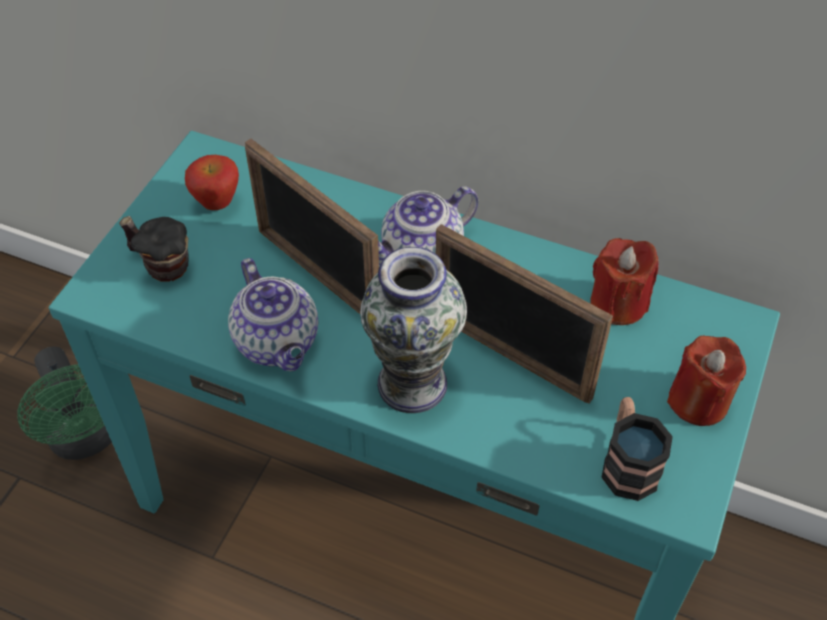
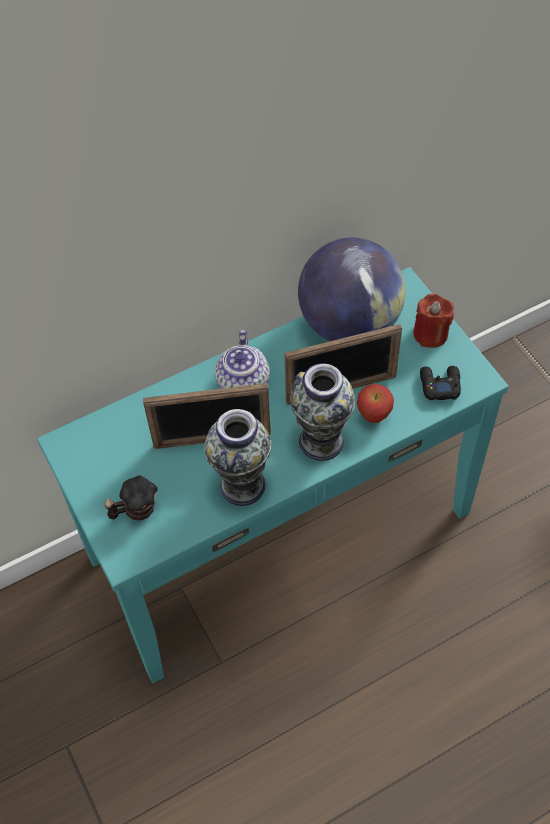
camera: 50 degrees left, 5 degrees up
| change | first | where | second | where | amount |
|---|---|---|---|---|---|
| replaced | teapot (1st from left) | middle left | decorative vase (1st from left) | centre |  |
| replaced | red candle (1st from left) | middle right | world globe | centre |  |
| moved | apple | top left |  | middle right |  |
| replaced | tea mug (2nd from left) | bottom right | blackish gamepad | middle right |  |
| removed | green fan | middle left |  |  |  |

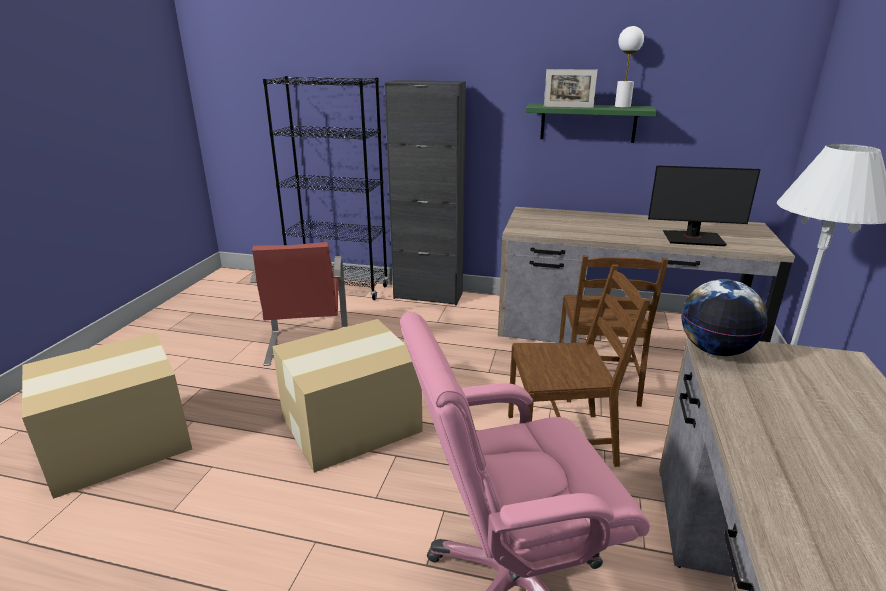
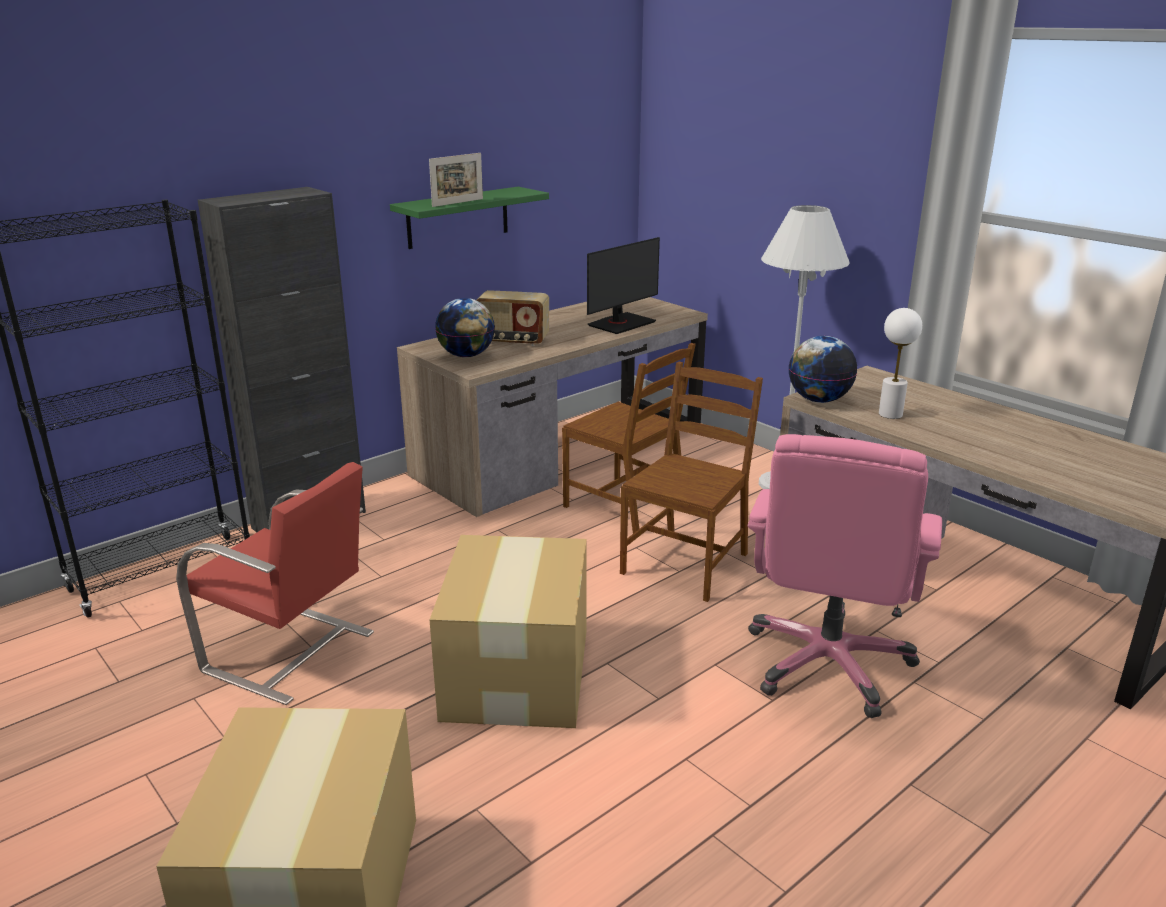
camera: 55 degrees left, 0 degrees up
| change | first | where | second | where | amount |
|---|---|---|---|---|---|
| added |  |  | world globe (1st from left) | centre |  |
| added |  |  | radio | centre |  |
| moved | whitish table lamp | top right |  | middle right |  |

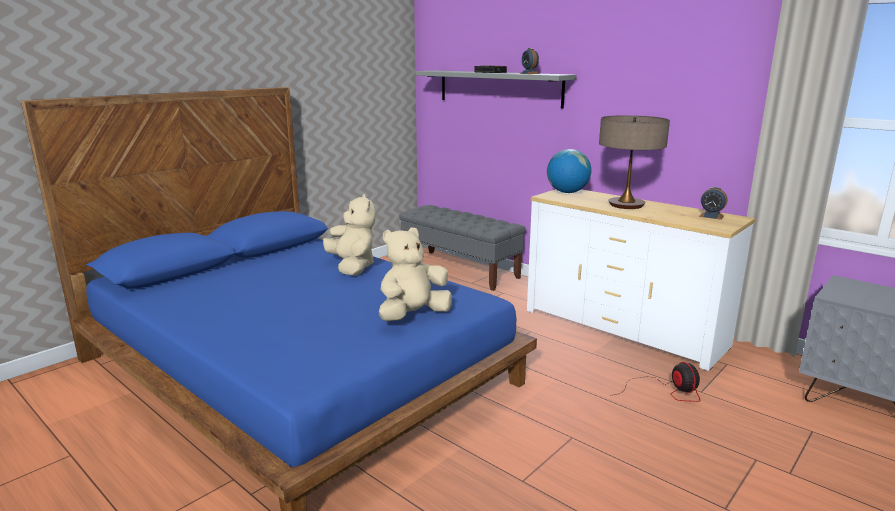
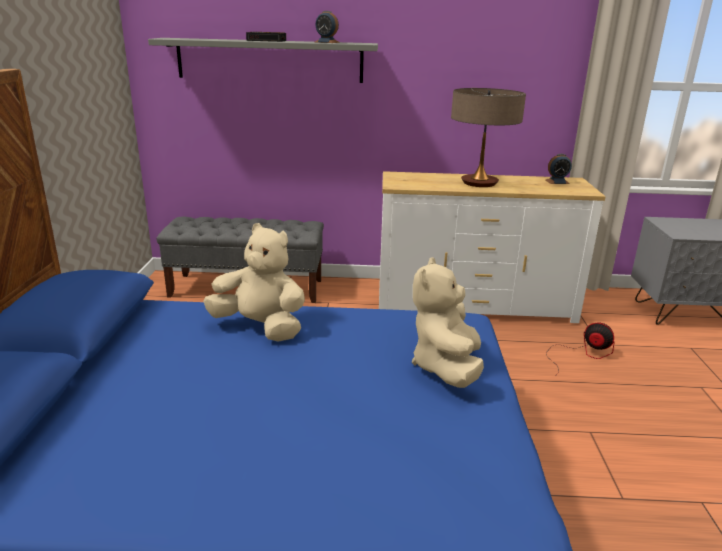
camera: 40 degrees left, 5 degrees up
| change | first | where | second | where | amount |
|---|---|---|---|---|---|
| removed | world globe | centre |  |  |  |

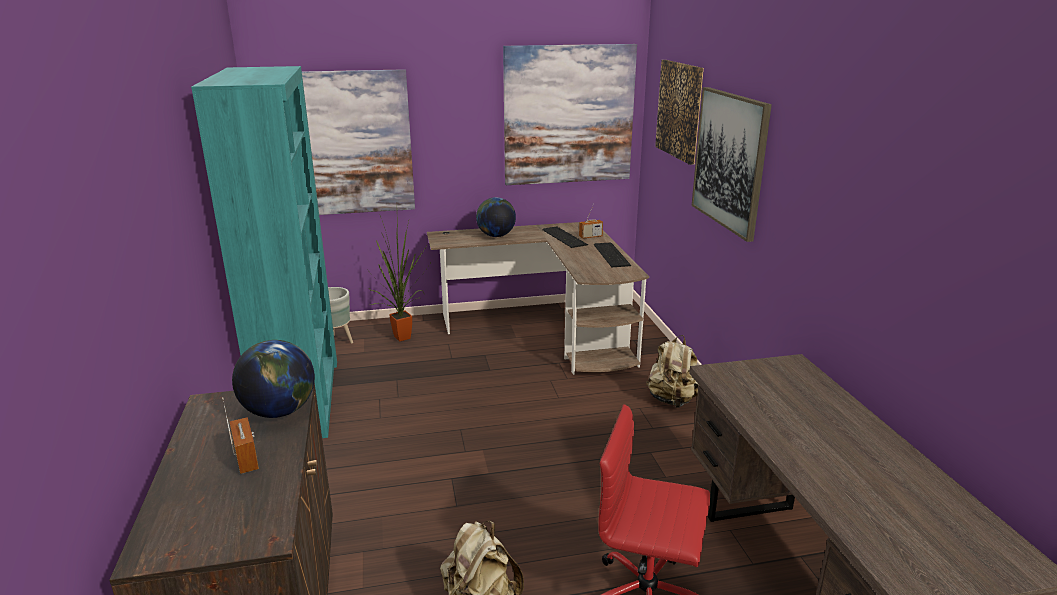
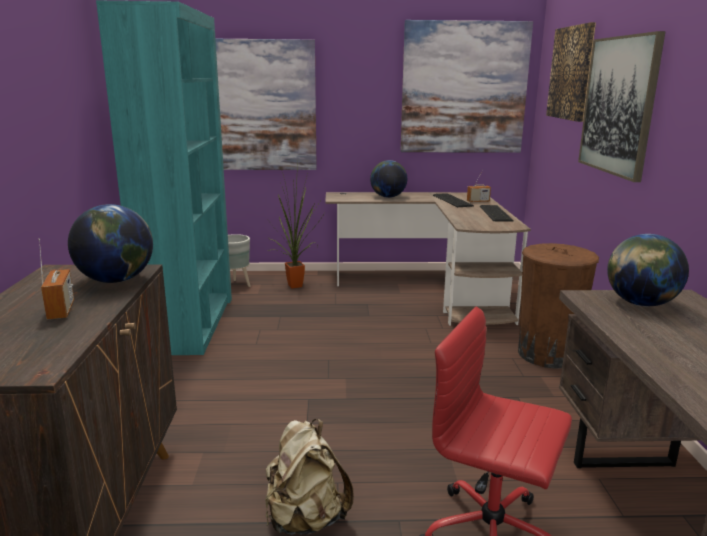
camera: 10 degrees right, 5 degrees down
| change | first | where | second | where | amount |
|---|---|---|---|---|---|
| replaced | beige backpack (2nd from left) | centre | brownish waste bin | middle right |  |
| added |  |  | world globe (3rd from left) | middle right |  |

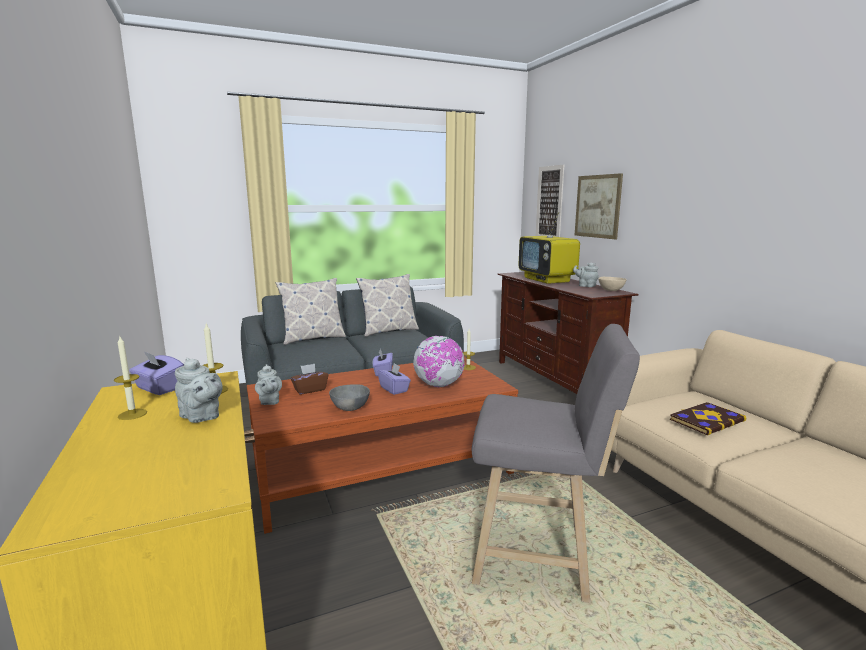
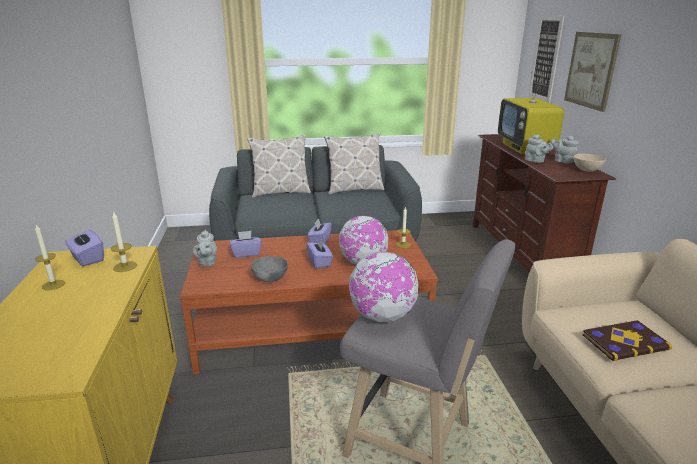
camera: 15 degrees right, 10 degrees up
| change | first | where | second | where | amount |
|---|---|---|---|---|---|
| recoloured | brownish box of tissues | centre | purple-coloured box of tissues (2nd from left) | centre |  |
| added |  |  | world globe (2nd from left) | centre |  |
| moved | greyish teapot (1st from left in the first image) | middle left | greyish teapot (2nd from left) | top right |  |

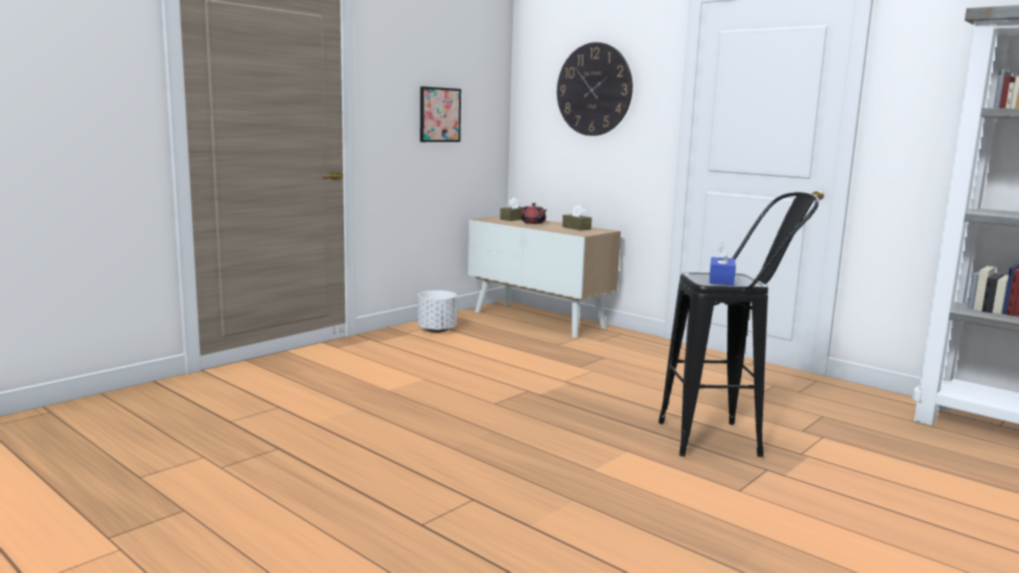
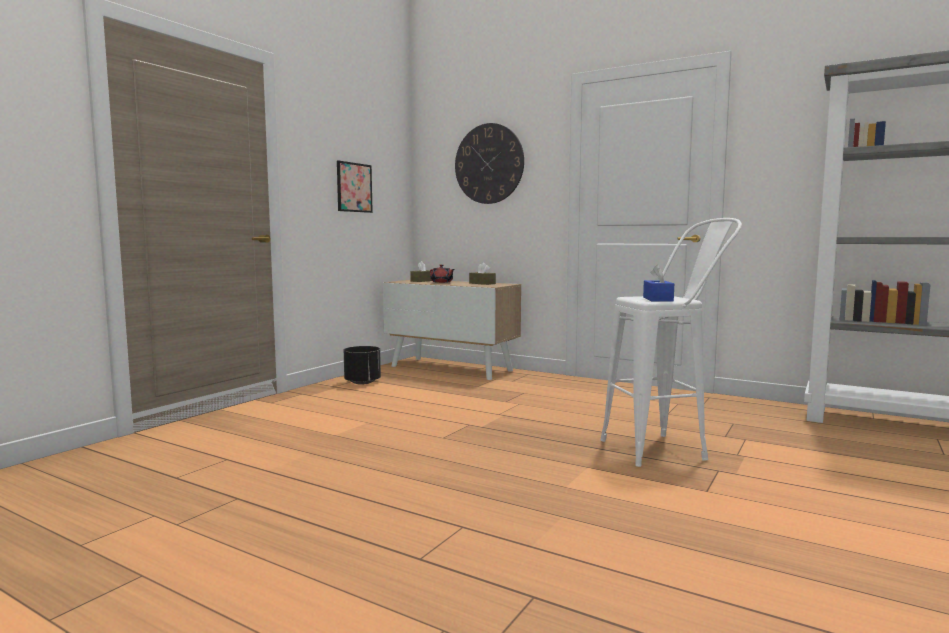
camera: 10 degrees left, 5 degrees down
| change | first | where | second | where | amount |
|---|---|---|---|---|---|
| recoloured | whitish flower pot | centre | blackish flower pot | centre |  |
| recoloured | blackish stool | middle right | whitish stool | middle right |  |

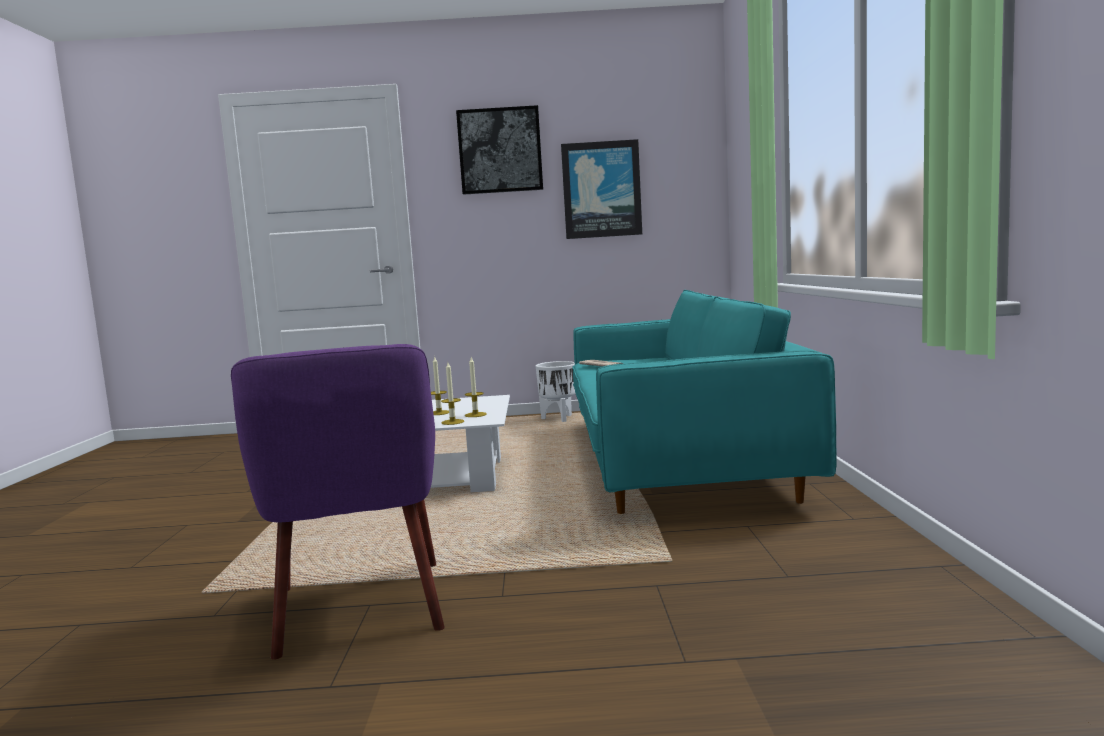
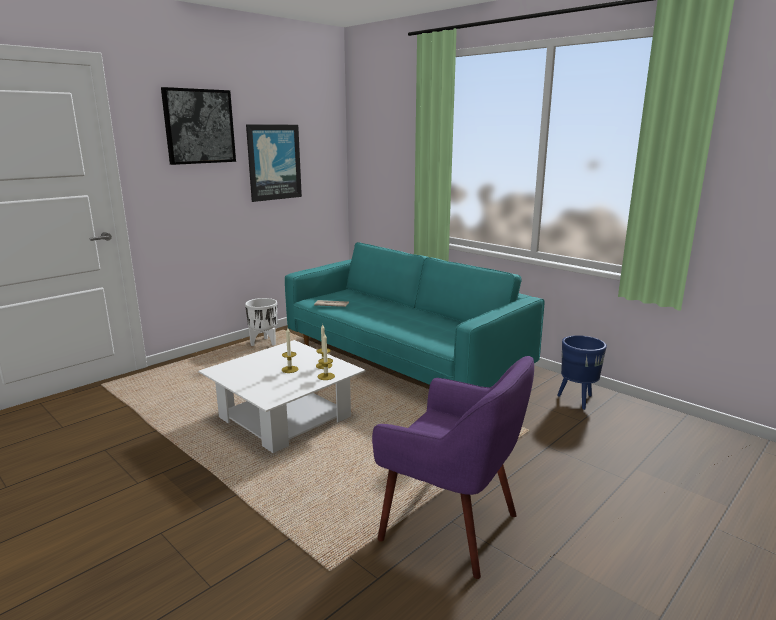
camera: 45 degrees left, 10 degrees up
| change | first | where | second | where | amount |
|---|---|---|---|---|---|
| added |  |  | blue-coloured flower pot | middle right |  |

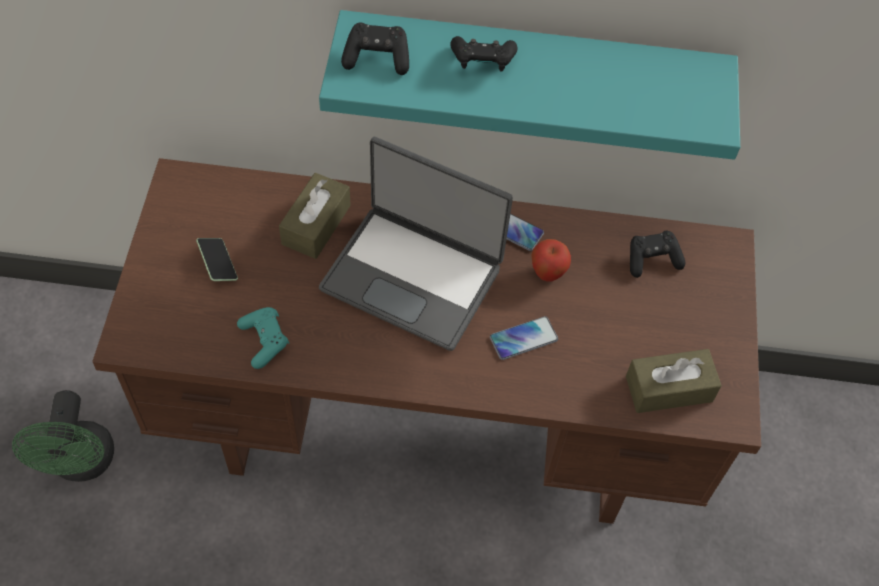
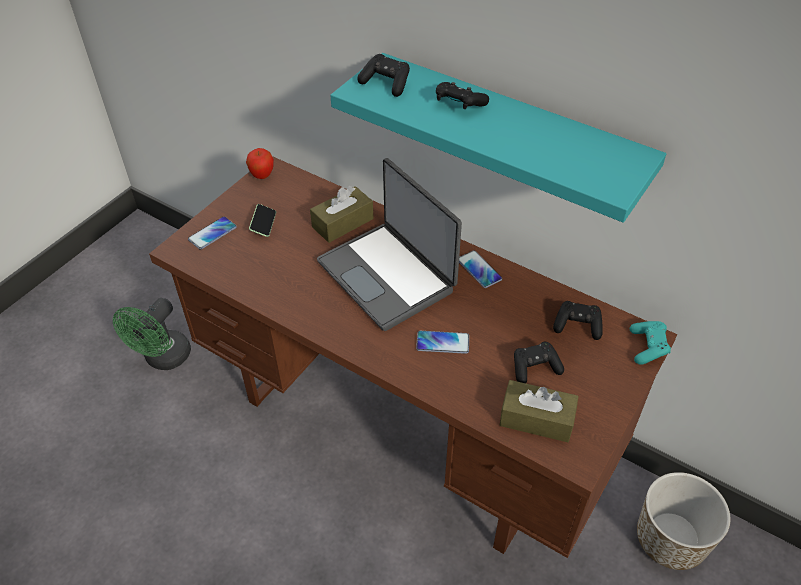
camera: 30 degrees right, 10 degrees down
| change | first | where | second | where | amount |
|---|---|---|---|---|---|
| added |  |  | telephone (1st from left) | middle left |  |
| moved | apple | centre |  | top left |  |
| added |  |  | blackish gamepad (3rd from left) | middle right |  |
| moved | turquoise gamepad | middle left |  | middle right |  |
| added |  |  | flower pot | bottom right |  |

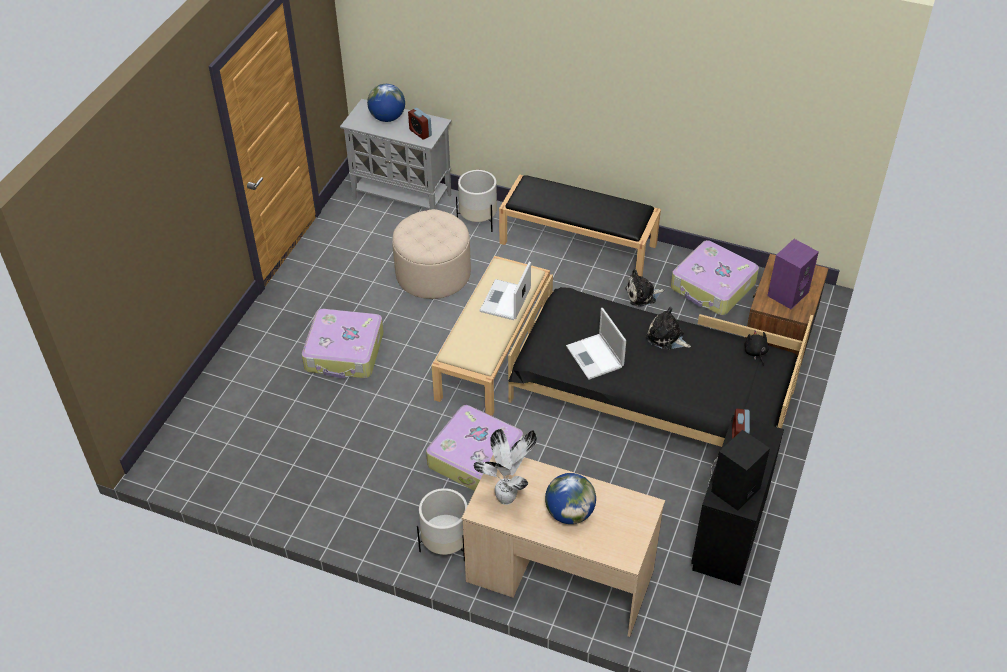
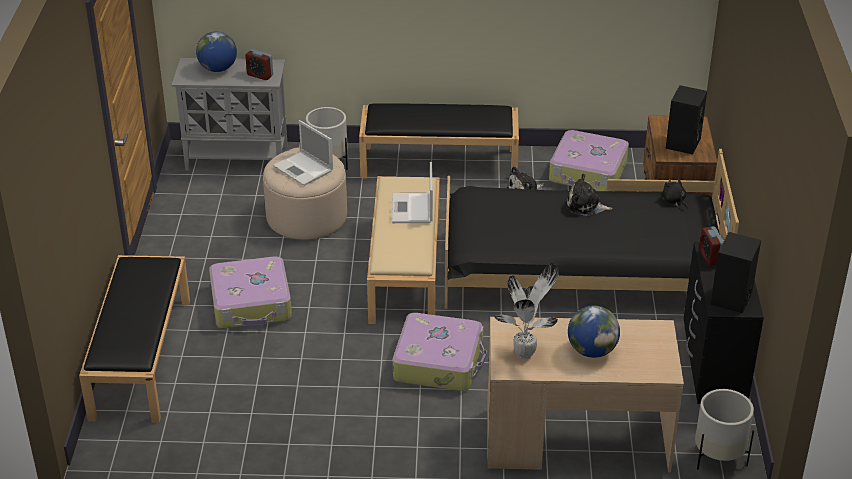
camera: 20 degrees left, 10 degrees down
| change | first | where | second | where | amount |
|---|---|---|---|---|---|
| added |  |  | blackish long seat (1st from left) | bottom left |  |
| moved | portable computer (2nd from left in the first image) | centre | portable computer (1st from left) | top centre |  |
| recoloured | purple-coloured loudspeaker | middle right | blackish loudspeaker (1st from left) | top right |  |
| moved | whitish flower pot (1st from left in the first image) | bottom centre | whitish flower pot (2nd from left) | bottom right |  |

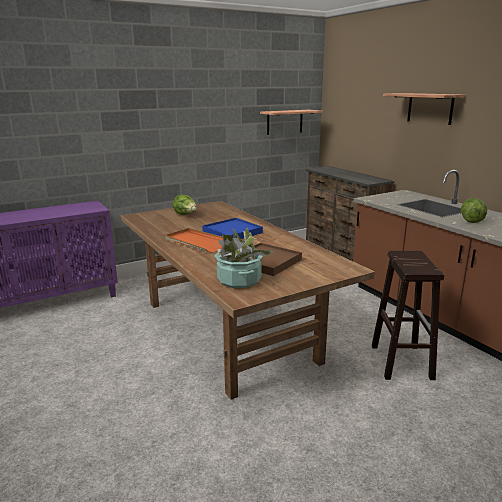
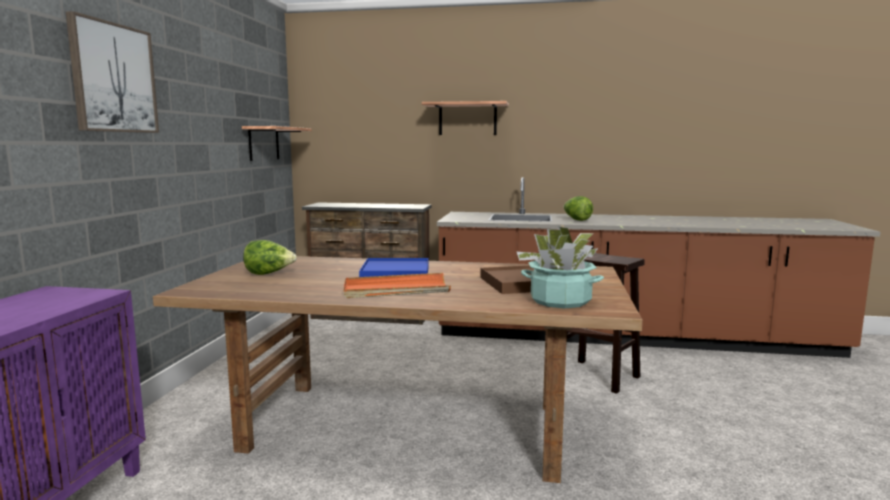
camera: 50 degrees left, 10 degrees down
| change | first | where | second | where | amount |
|---|---|---|---|---|---|
| added |  |  | picture | top left |  |

